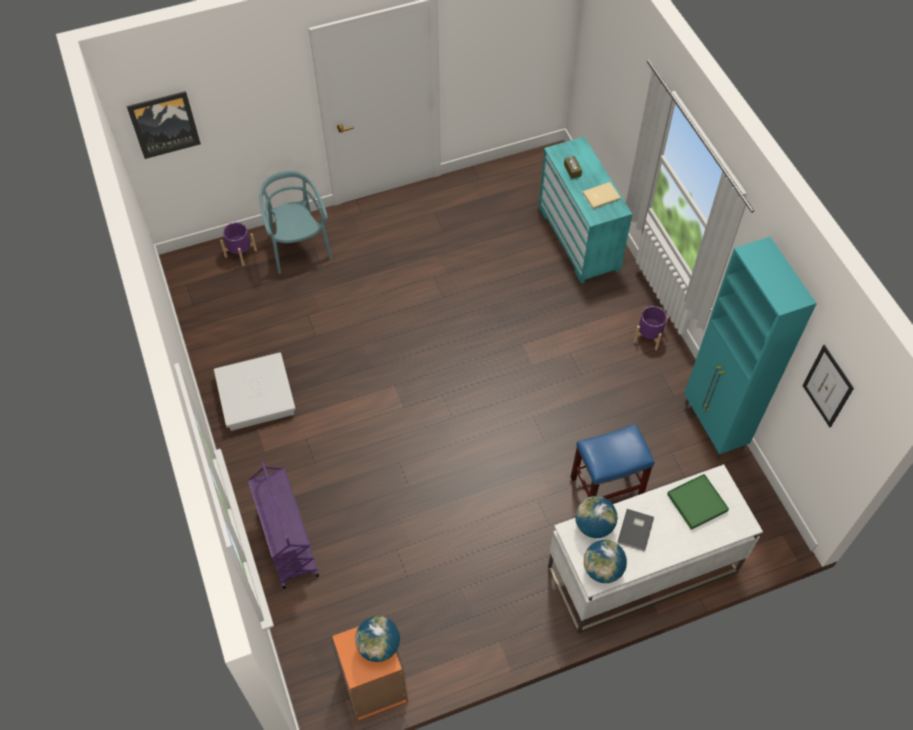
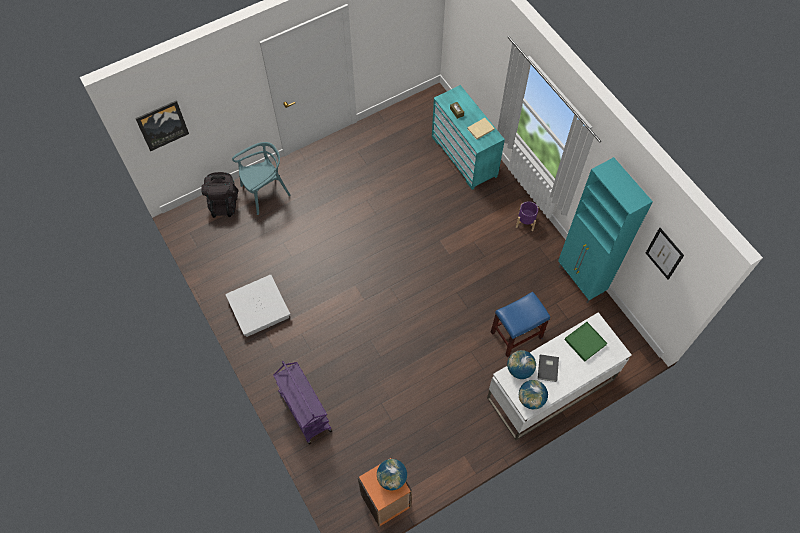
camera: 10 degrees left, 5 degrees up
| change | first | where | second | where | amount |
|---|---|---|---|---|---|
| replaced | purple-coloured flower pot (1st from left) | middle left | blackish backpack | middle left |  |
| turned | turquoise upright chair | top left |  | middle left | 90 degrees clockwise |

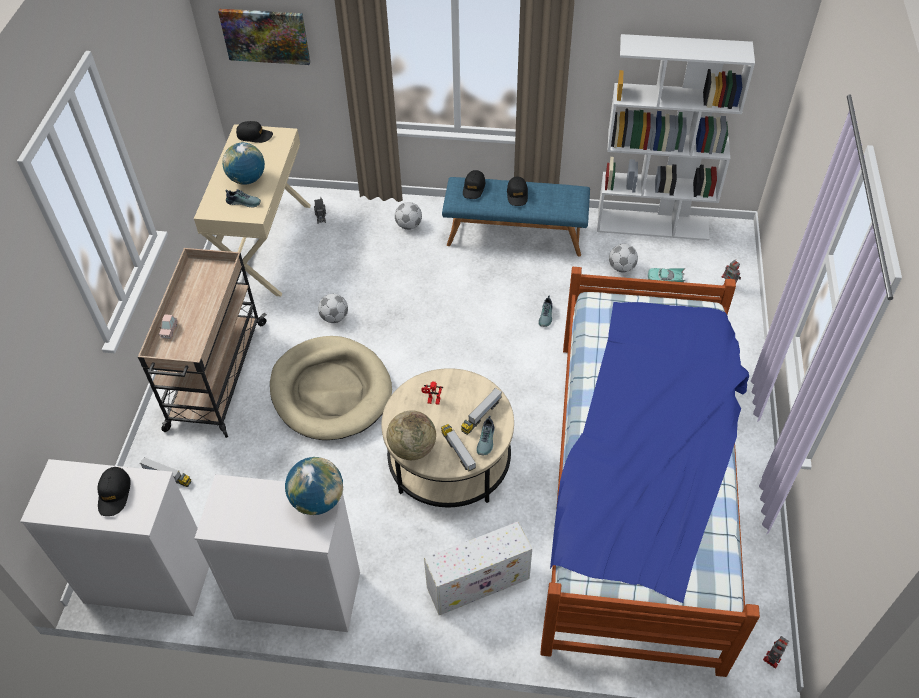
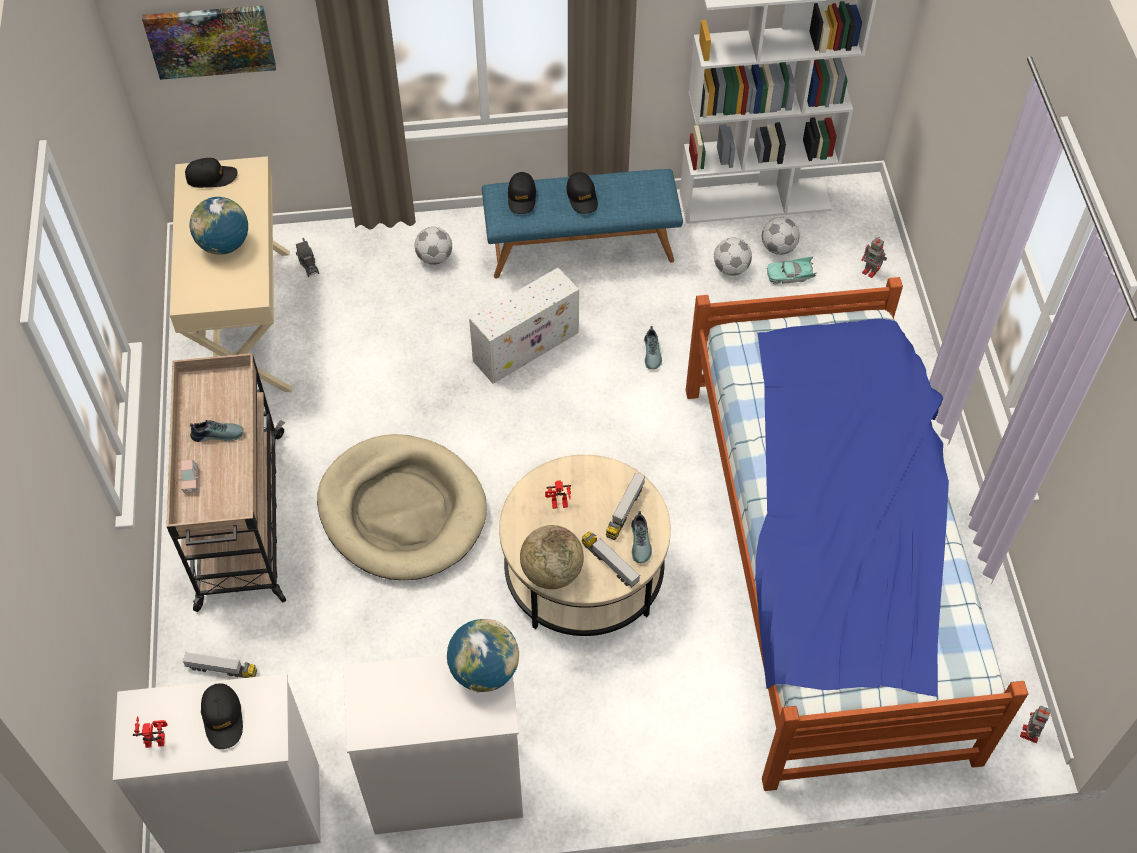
camera: 15 degrees left, 5 degrees up
| change | first | where | second | where | amount |
|---|---|---|---|---|---|
| added |  |  | toy robot (1st from left) | bottom left |  |
| moved | low shoe (1st from left) | top left |  | middle left |  |
| moved | whitish storage container | bottom centre |  | centre |  |
| moved | ball for football (1st from left in the first image) | centre | ball for football (3rd from left) | top right |  |

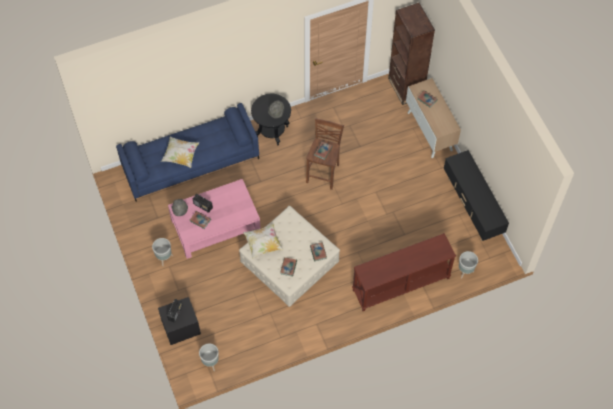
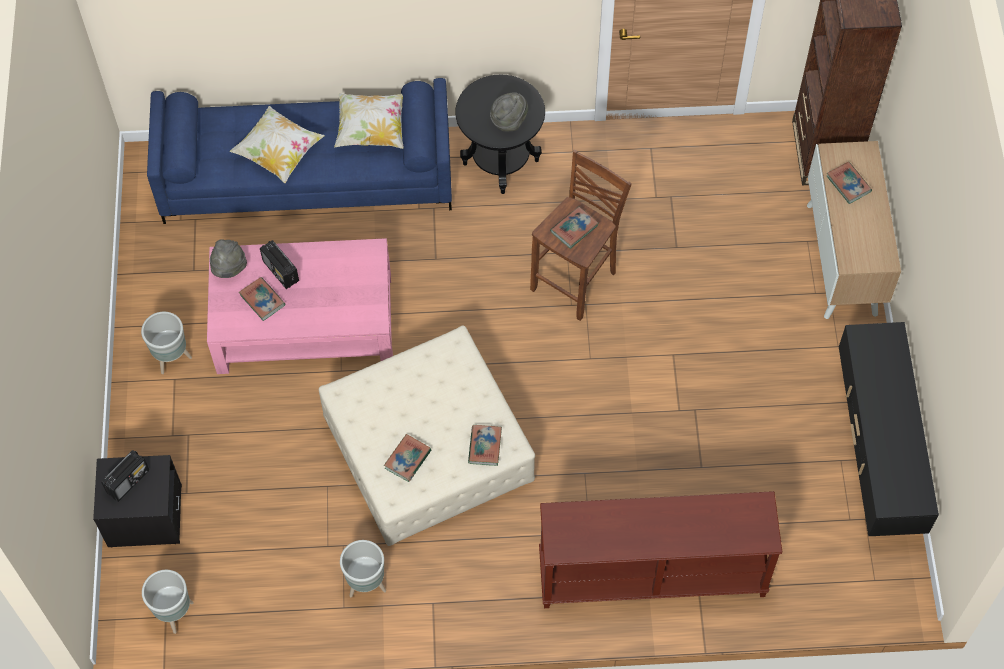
camera: 20 degrees right, 0 degrees up
| change | first | where | second | where | amount |
|---|---|---|---|---|---|
| moved | throw pillow (2nd from left) | centre |  | top centre |  |
| moved | greyish flower pot (3rd from left) | middle right |  | bottom centre |  |

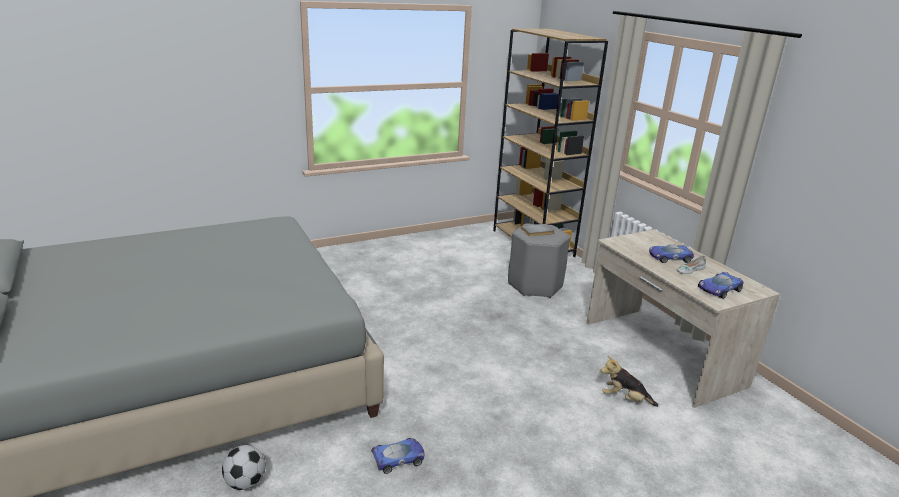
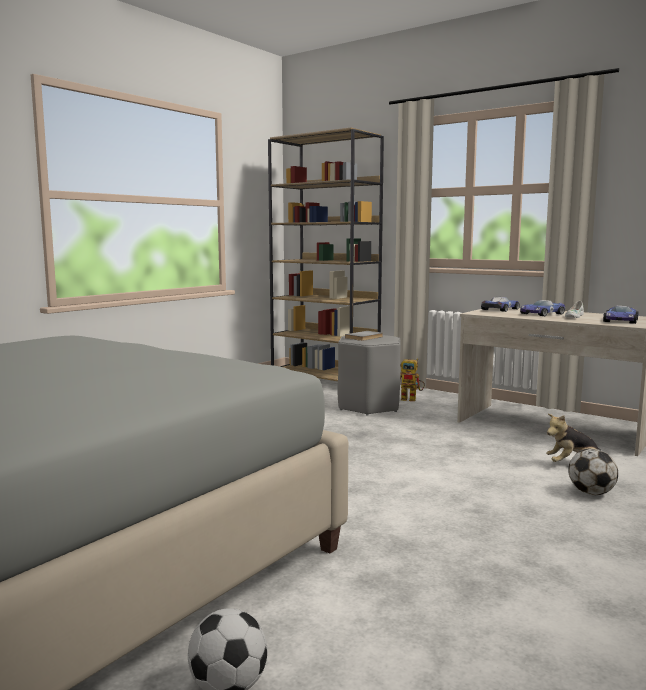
camera: 25 degrees left, 15 degrees down
| change | first | where | second | where | amount |
|---|---|---|---|---|---|
| added |  |  | toy robot | centre |  |
| moved | toy car (1st from left) | bottom centre |  | middle right |  |
| added |  |  | ball for football (2nd from left) | bottom right |  |

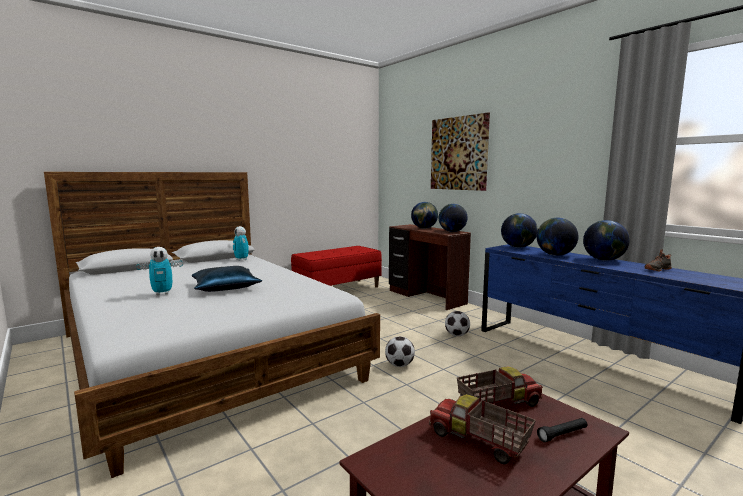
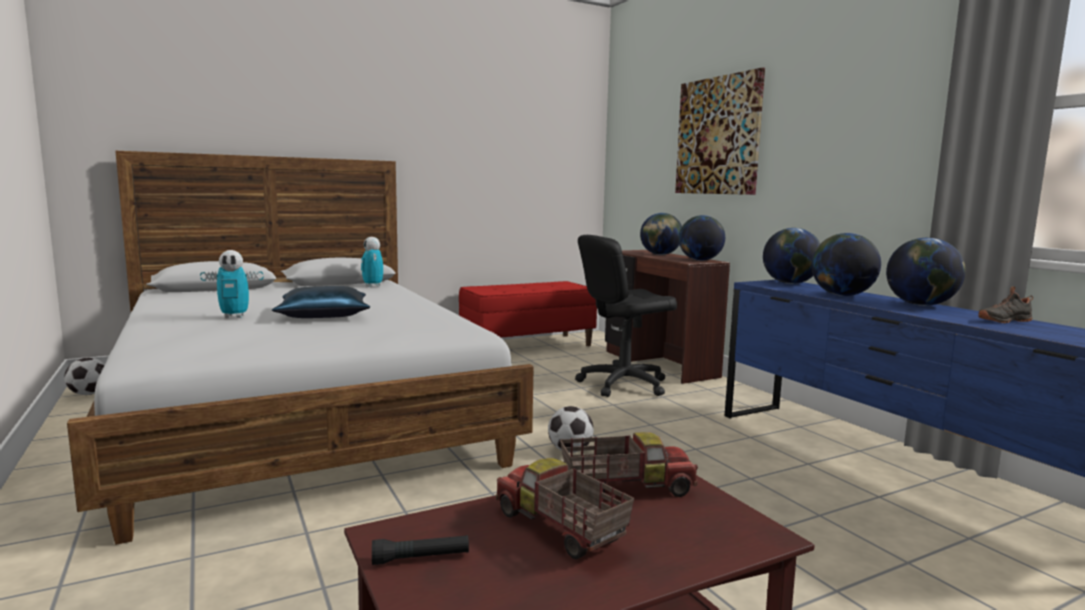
camera: 10 degrees right, 0 degrees up
| change | first | where | second | where | amount |
|---|---|---|---|---|---|
| moved | ball for football (2nd from left in the first image) | centre | ball for football (1st from left) | middle left |  |
| moved | blackish flashlight | bottom right |  | bottom centre |  |
| added |  |  | blackish desk chair | centre |  |

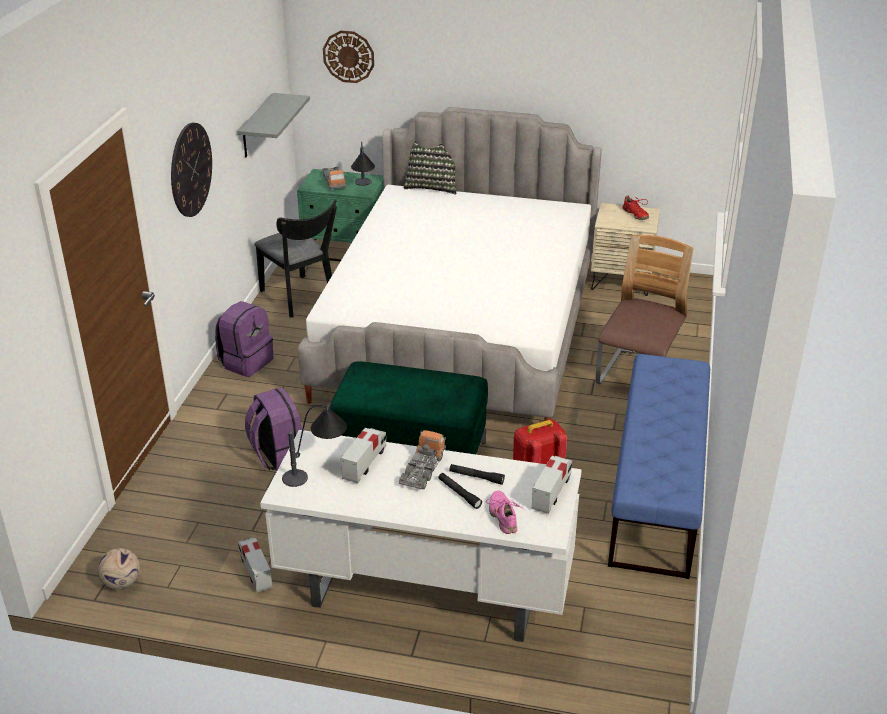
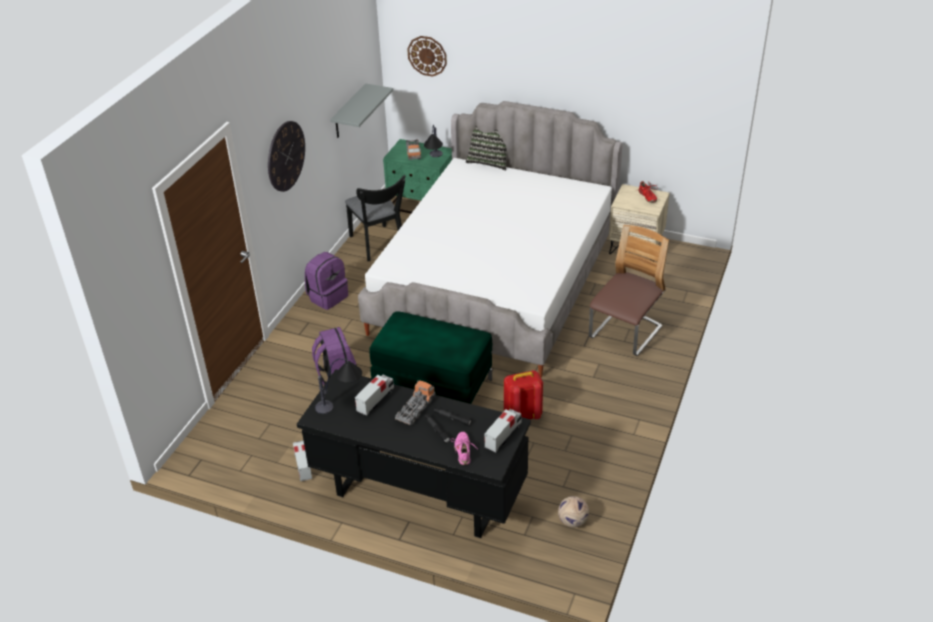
camera: 10 degrees right, 5 degrees up
| change | first | where | second | where | amount |
|---|---|---|---|---|---|
| recoloured | whitish desk | bottom centre | blackish desk | bottom centre |  |
| moved | ball for football | bottom left |  | bottom centre |  |
| removed | blue-coloured long seat | middle right |  |  |  |

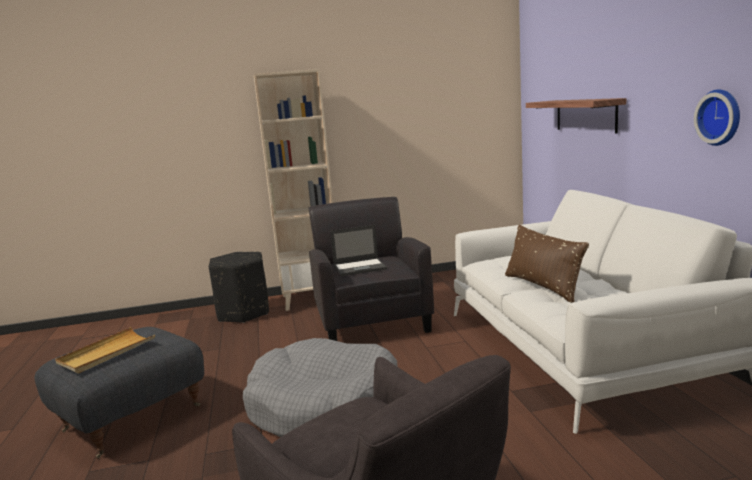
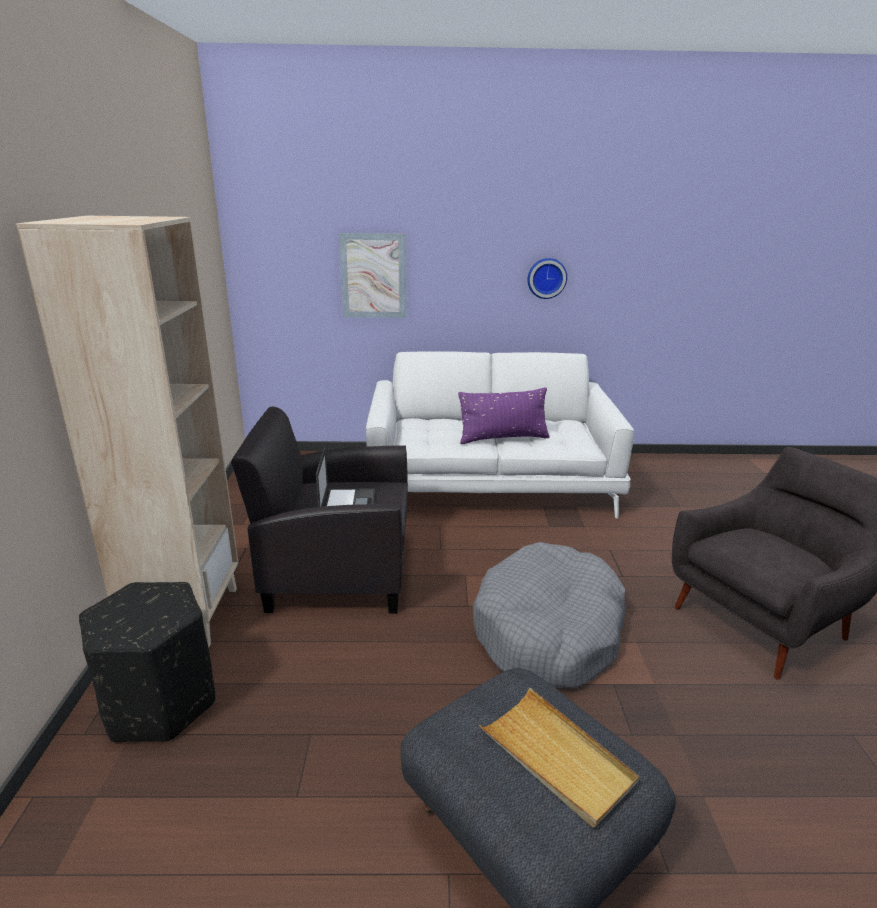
camera: 80 degrees left, 10 degrees up
| change | first | where | second | where | amount |
|---|---|---|---|---|---|
| replaced | wall shelf | top right | picture | top centre |  |
| recoloured | brownish throw pillow | middle right | purple-coloured throw pillow | centre |  |

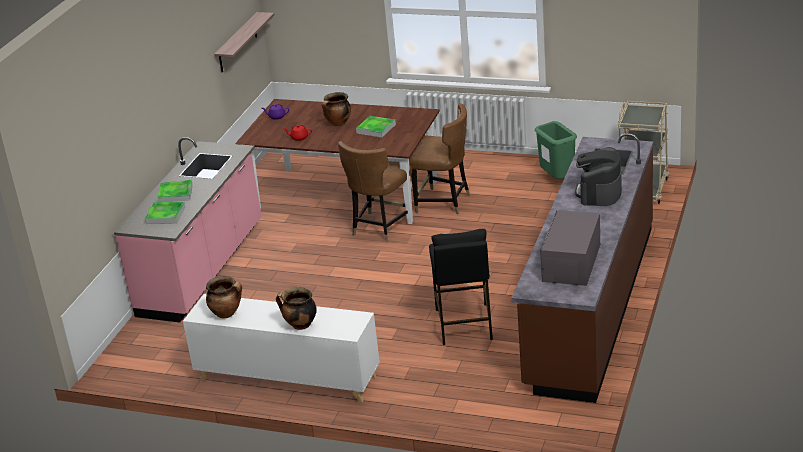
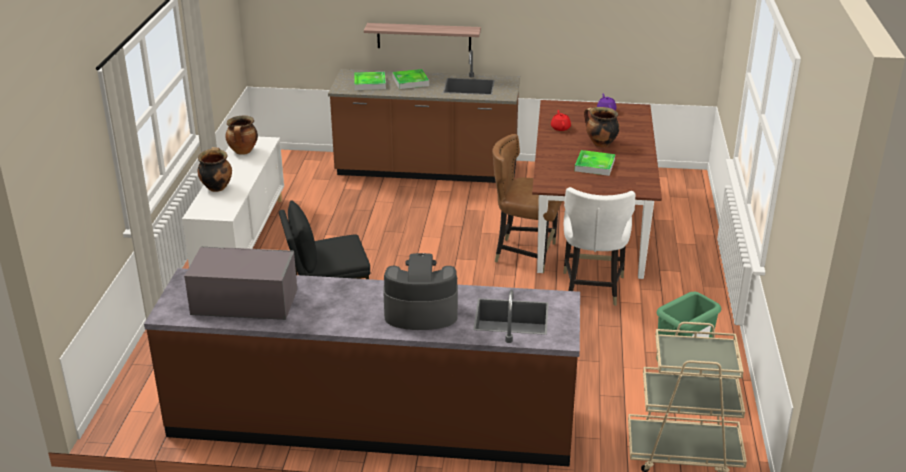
camera: 75 degrees right, 0 degrees up
| change | first | where | second | where | amount |
|---|---|---|---|---|---|
| recoloured | pink-coloured kitchen base unit | middle left | brownish kitchen base unit (2nd from left) | top centre |  |
| moved | wall shelf | top left |  | top centre |  |
| recoloured | brownish upright chair (2nd from left) | centre | whitish upright chair | centre |  |

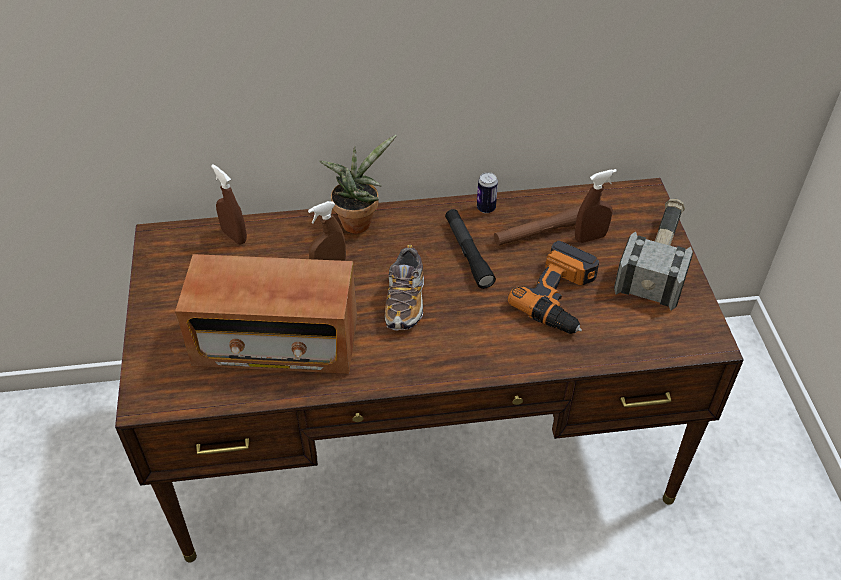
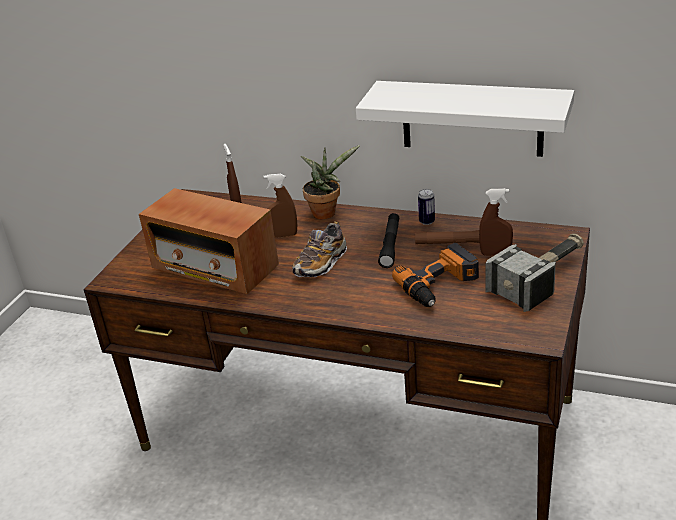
camera: 30 degrees right, 15 degrees down
| change | first | where | second | where | amount |
|---|---|---|---|---|---|
| added |  |  | whitish wall shelf | top right |  |

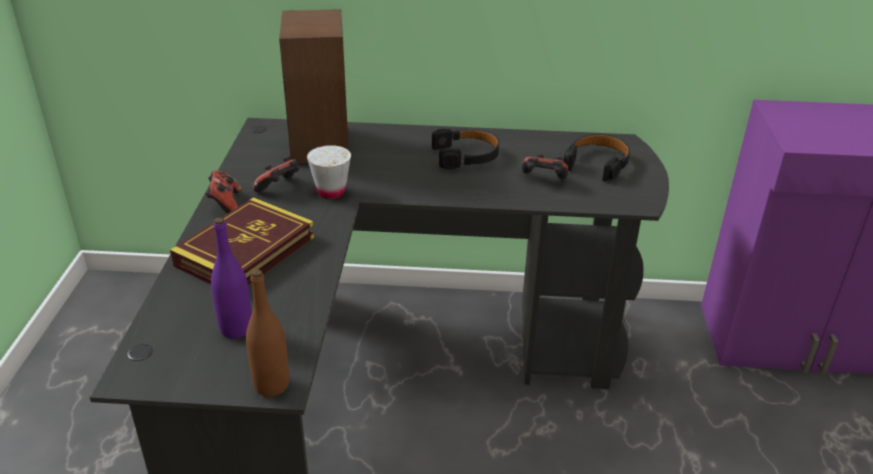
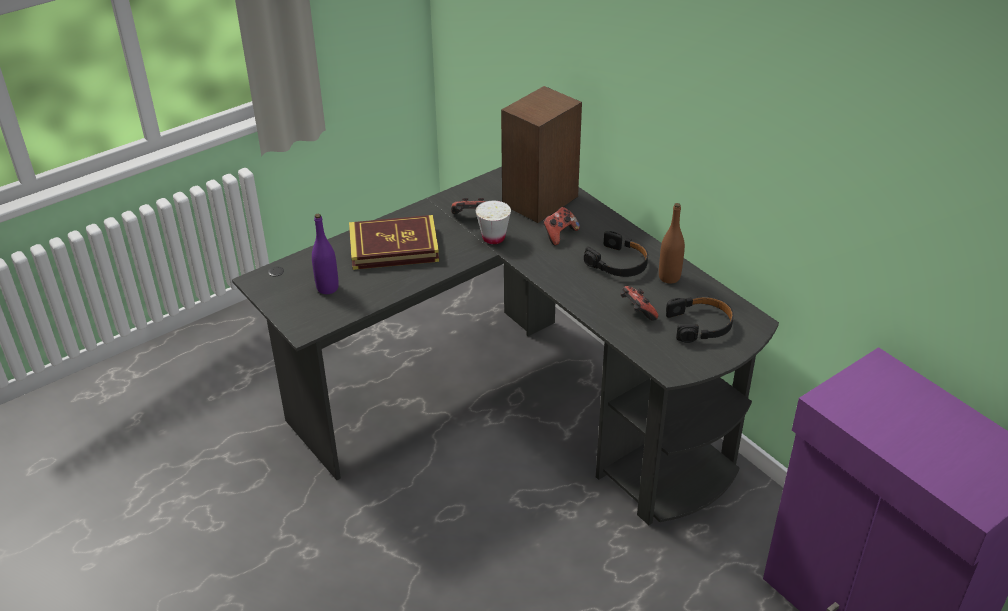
camera: 50 degrees right, 5 degrees up
| change | first | where | second | where | amount |
|---|---|---|---|---|---|
| moved | gamepad (1st from left in the first image) | middle left | gamepad (2nd from left) | centre |  |
| moved | brownish beverage bottle | bottom left |  | middle right |  |

